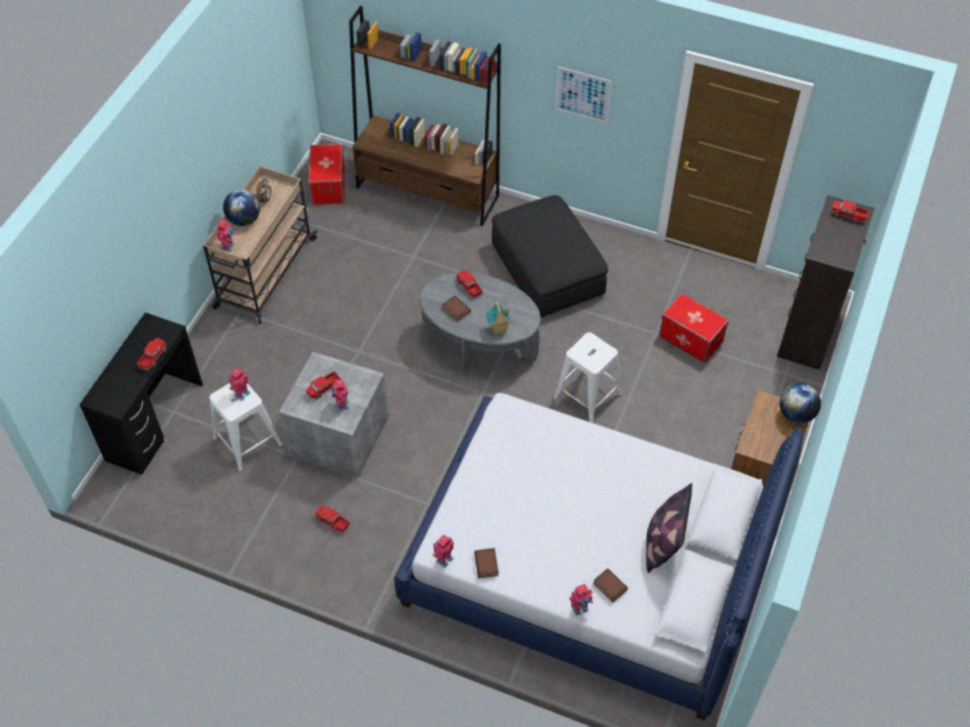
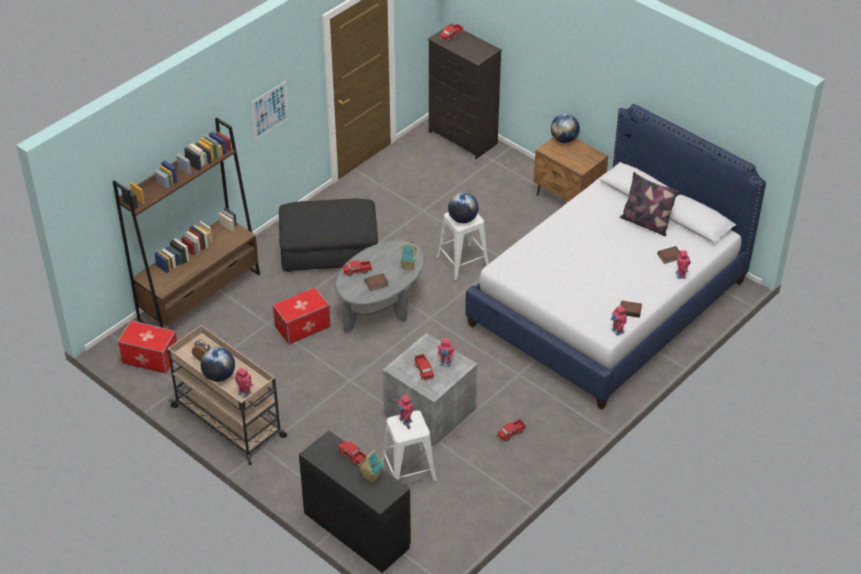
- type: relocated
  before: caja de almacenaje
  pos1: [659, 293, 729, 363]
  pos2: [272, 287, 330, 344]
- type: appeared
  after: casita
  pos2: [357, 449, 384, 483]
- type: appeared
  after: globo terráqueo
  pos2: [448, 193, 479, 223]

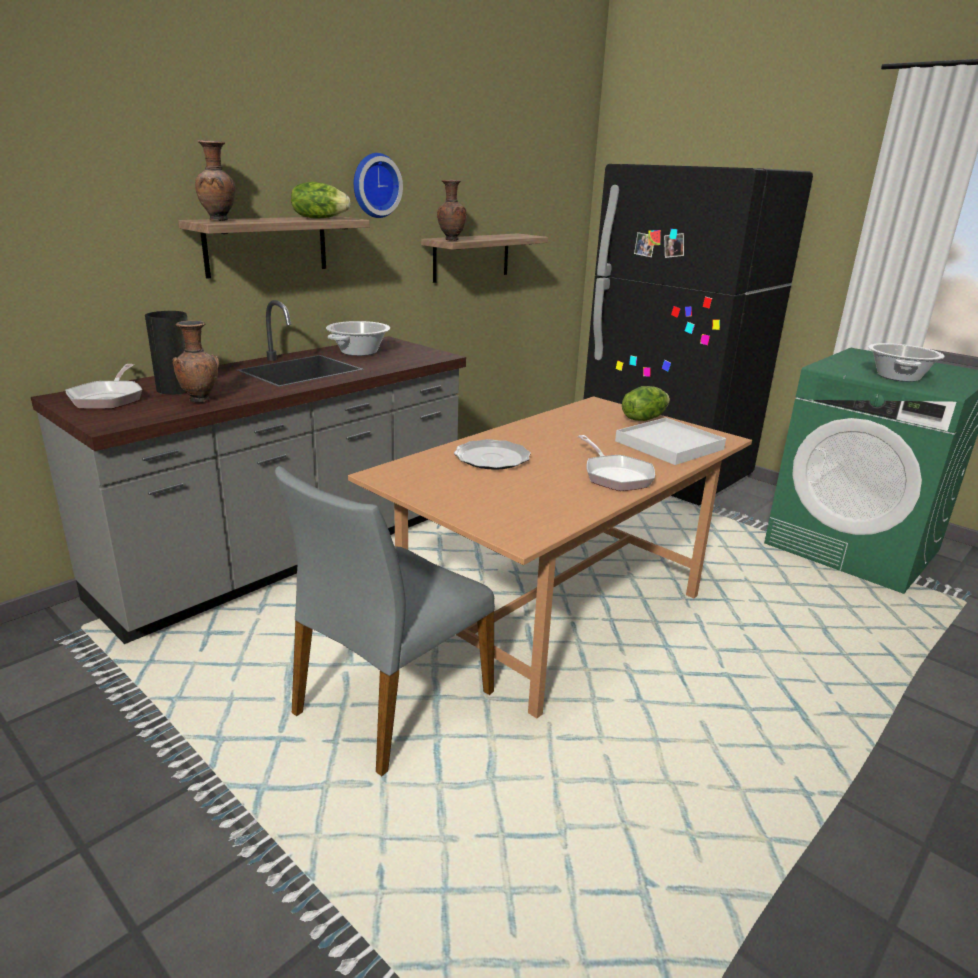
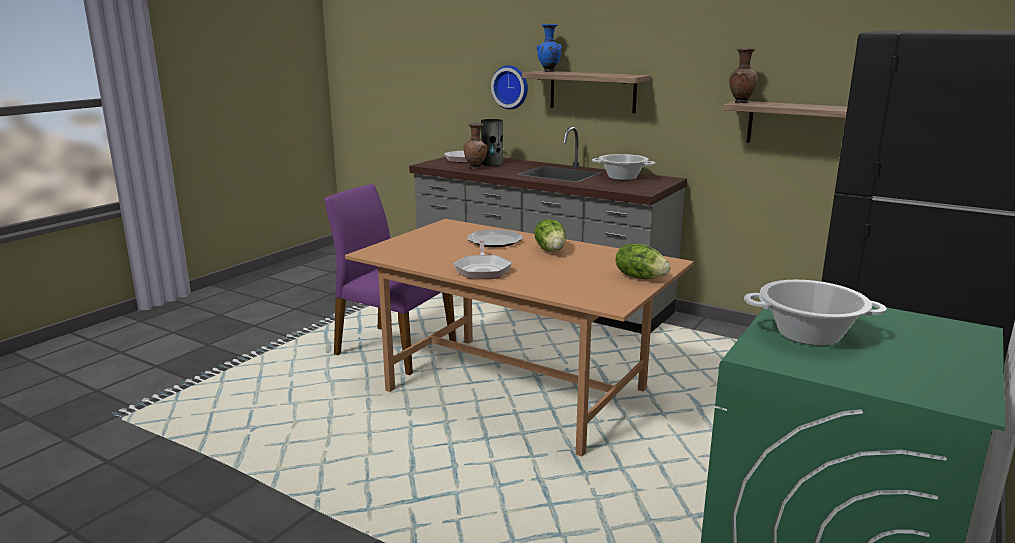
- type: colour
  before: florero (marrón)
  after: florero (azul)
  pos1: [195, 140, 236, 221]
  pos2: [537, 24, 562, 72]
- type: colour
  before: silla (gris)
  after: silla (morado)
  pos1: [275, 466, 495, 776]
  pos2: [325, 184, 456, 375]
- type: relocated
  before: lechuga
  pos1: [291, 182, 351, 219]
  pos2: [535, 219, 566, 251]
- type: relocated
  before: reloj de pared
  pos1: [354, 153, 403, 218]
  pos2: [491, 65, 528, 110]
- type: spun
  before: sartén
  pos1: [578, 435, 655, 491]
  pos2: [453, 240, 512, 279]
  turn: -60
- type: missing
  before: bandeja (blanco)
  pos1: [615, 417, 726, 465]

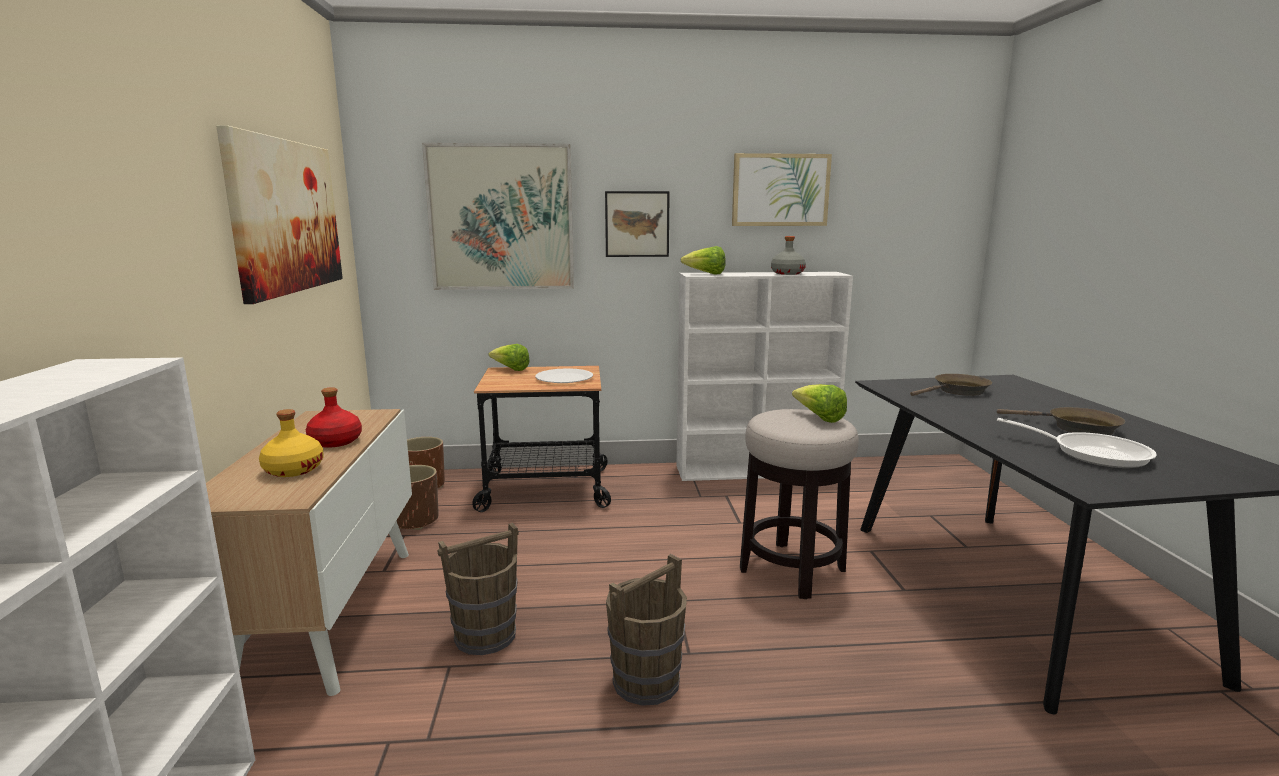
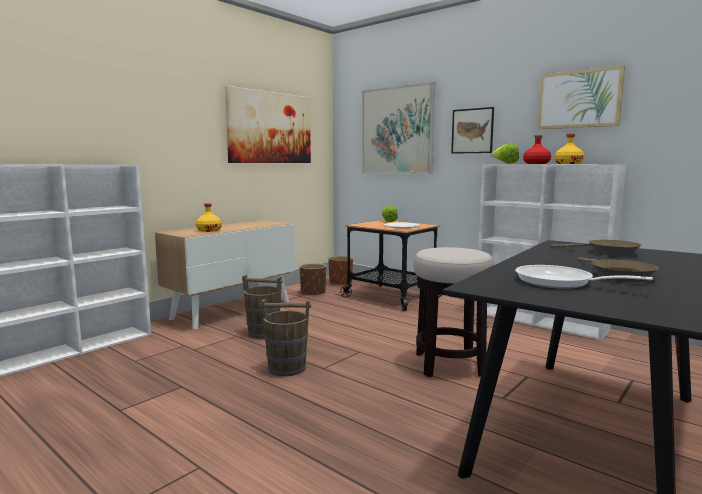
- type: relocated
  before: botella (rojo)
  pos1: [306, 387, 362, 448]
  pos2: [523, 135, 551, 164]
- type: colour
  before: botella (gris)
  after: botella (amarillo)
  pos1: [771, 236, 806, 275]
  pos2: [554, 134, 584, 164]
- type: missing
  before: lechuga
  pos1: [792, 384, 847, 423]
- type: spun
  before: sartén
  pos1: [997, 418, 1157, 468]
  pos2: [515, 265, 653, 289]
  turn: 135

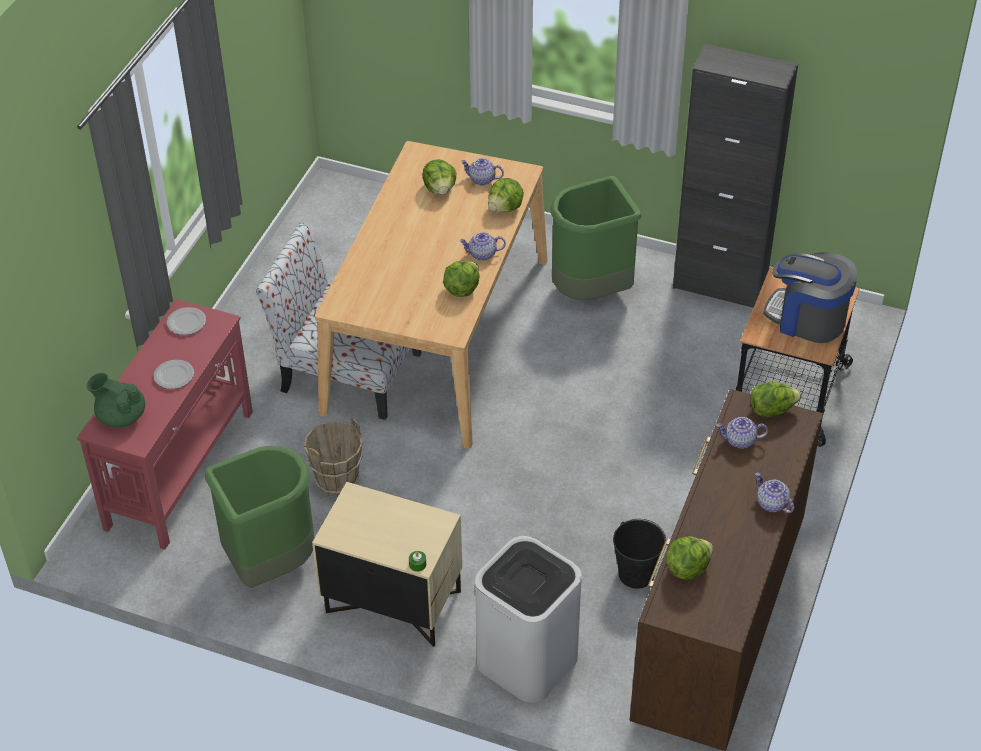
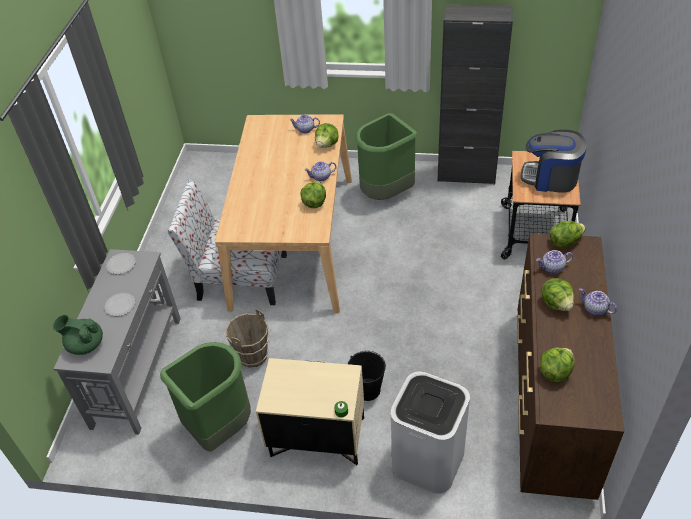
- type: colour
  before: mesa consola (rojo)
  after: mesa consola (gris)
  pos1: [77, 299, 253, 550]
  pos2: [54, 249, 181, 434]
- type: relocated
  before: lechuga
  pos1: [423, 159, 456, 195]
  pos2: [542, 278, 574, 311]
- type: relocated
  before: cubo (negro)
  pos1: [613, 519, 666, 589]
  pos2: [348, 351, 386, 401]

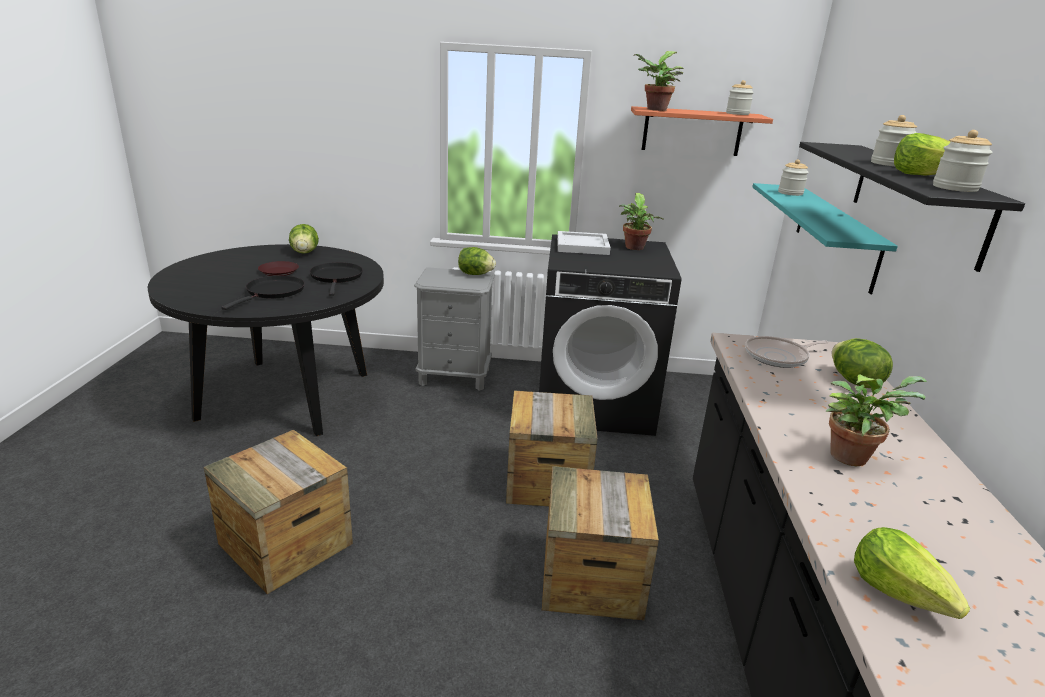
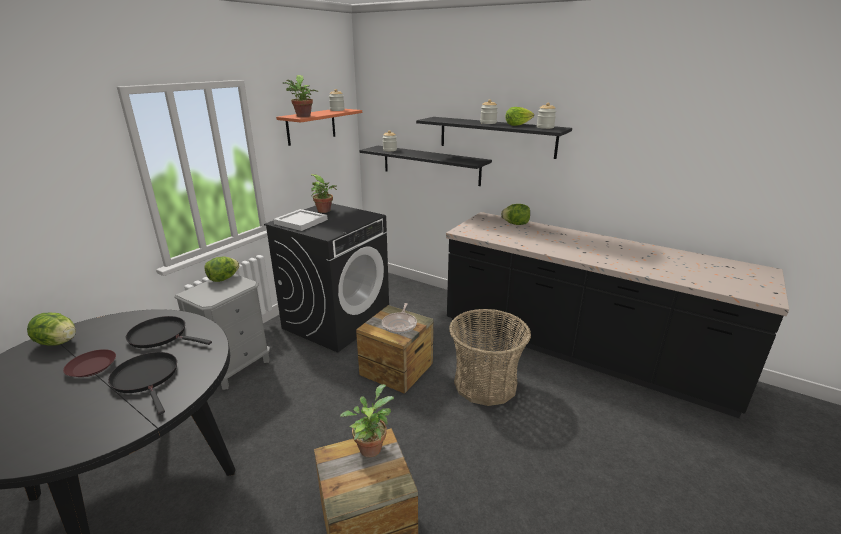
- type: exchanged
  before: caja de embalaje
  after: cesta
  pos1: [542, 466, 659, 620]
  pos2: [449, 309, 531, 406]
- type: relocated
  before: sartén
  pos1: [745, 336, 828, 368]
  pos2: [382, 303, 417, 334]
- type: colour
  before: estante (turquesa)
  after: estante (negro)
  pos1: [752, 183, 898, 294]
  pos2: [359, 146, 492, 186]
- type: relocated
  before: planta en maceta
  pos1: [826, 374, 928, 466]
  pos2: [340, 384, 394, 457]
- type: missing
  before: lechuga
  pos1: [854, 527, 970, 619]

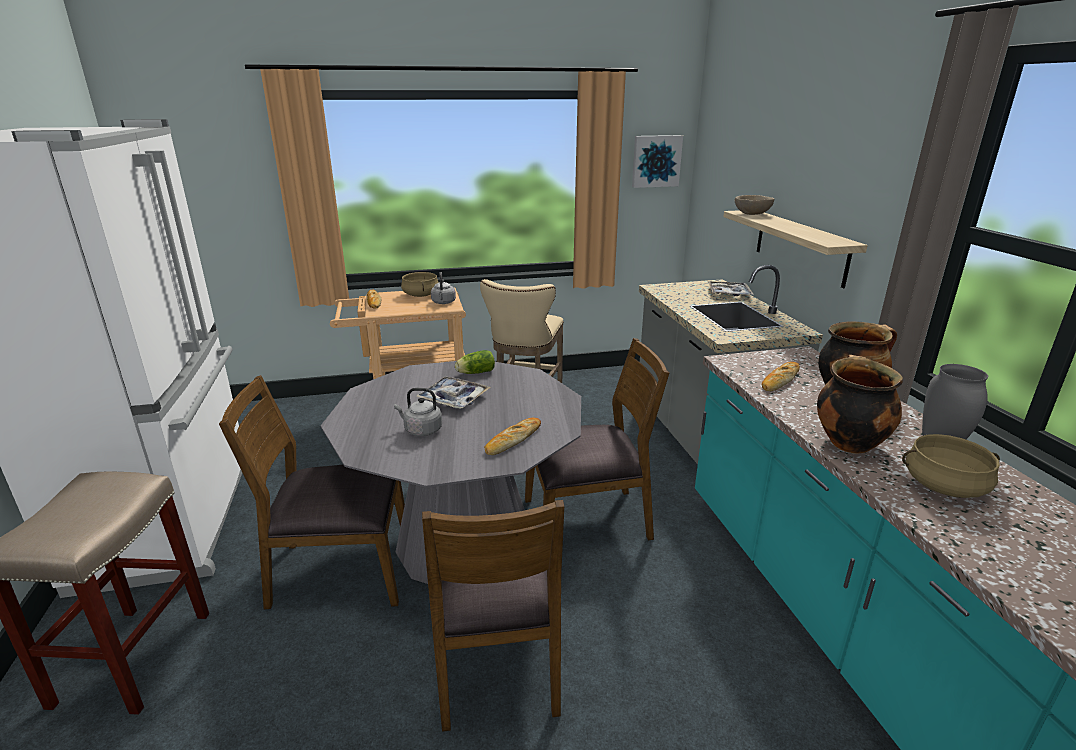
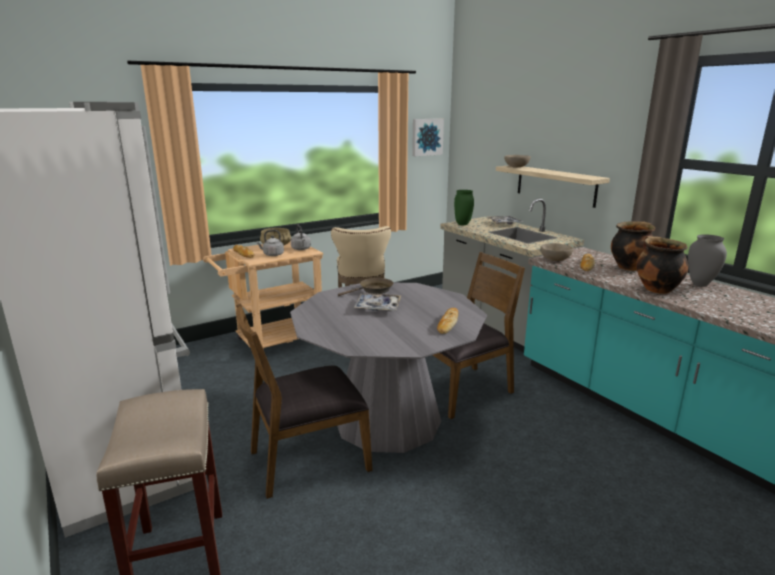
- type: relocated
  before: hervidor (gris)
  pos1: [394, 388, 442, 436]
  pos2: [256, 230, 284, 256]
- type: missing
  before: silla (marrón)
  pos1: [422, 500, 564, 732]
- type: exchanged
  before: lechuga
  after: sartén (marrón)
  pos1: [455, 350, 495, 374]
  pos2: [338, 278, 393, 296]
- type: missing
  before: olla (beis)
  pos1: [902, 434, 1000, 498]
- type: appeared
  after: florero (verde)
  pos2: [454, 190, 474, 225]
- type: appeared
  after: cuenco (beis)
  pos2: [540, 243, 573, 261]

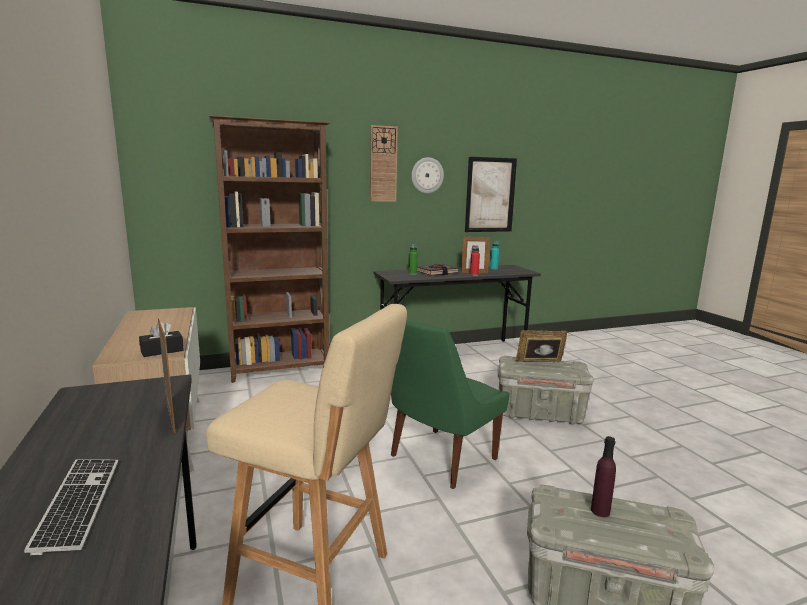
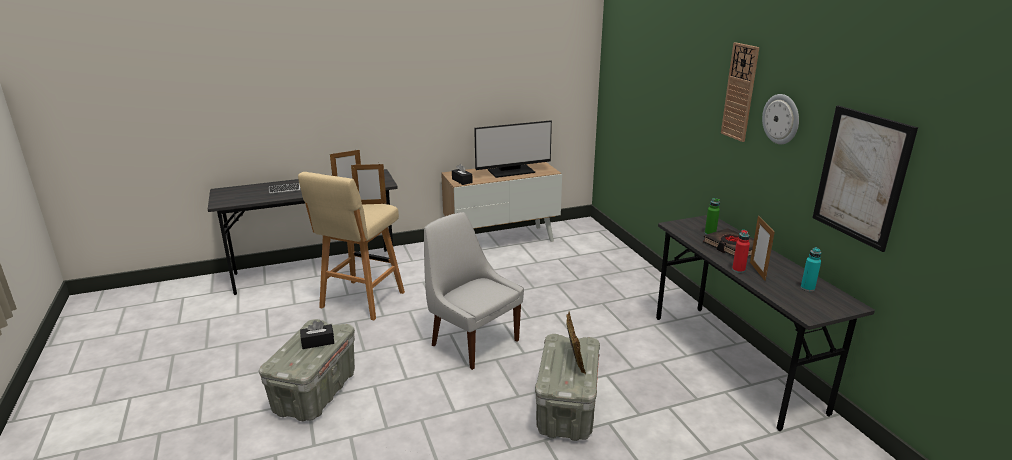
- type: missing
  before: estantería (marrón)
  pos1: [209, 115, 330, 383]
- type: colour
  before: silla (verde)
  after: silla (blanco)
  pos1: [391, 318, 510, 489]
  pos2: [424, 212, 524, 370]
- type: exchanged
  before: botella (morado)
  after: caja de pañuelos (negro)
  pos1: [591, 436, 616, 517]
  pos2: [300, 320, 334, 349]
- type: appeared
  after: portarretratos
  pos2: [351, 163, 387, 205]
- type: appeared
  after: monitor
  pos2: [474, 120, 552, 178]

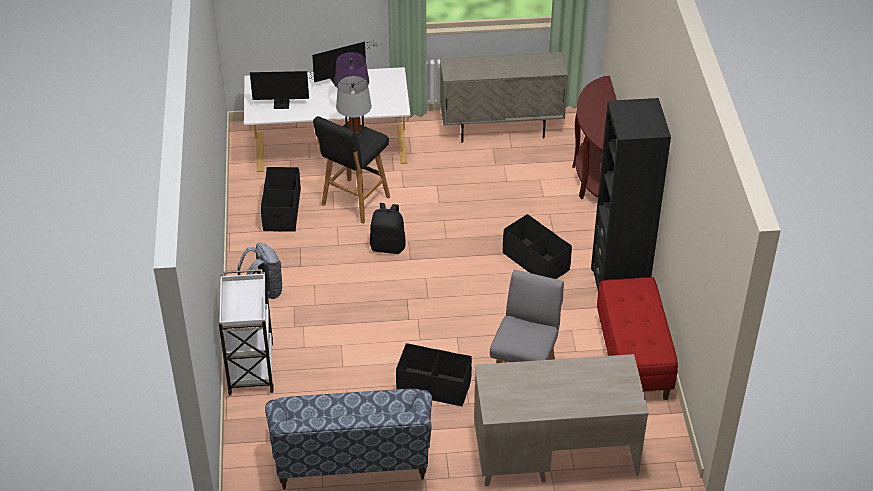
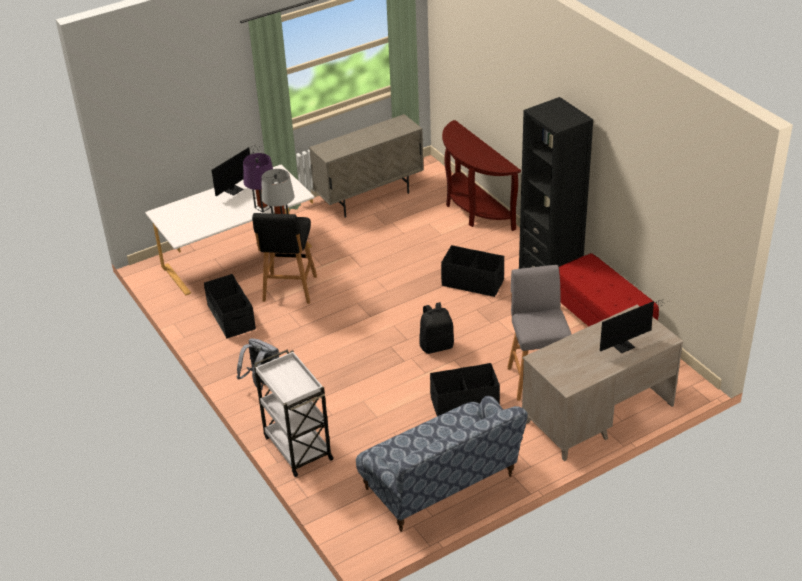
- type: relocated
  before: monitor
  pos1: [250, 71, 326, 109]
  pos2: [600, 299, 667, 354]
- type: relocated
  before: mochila (negro)
  pos1: [370, 203, 406, 254]
  pos2: [419, 302, 454, 354]

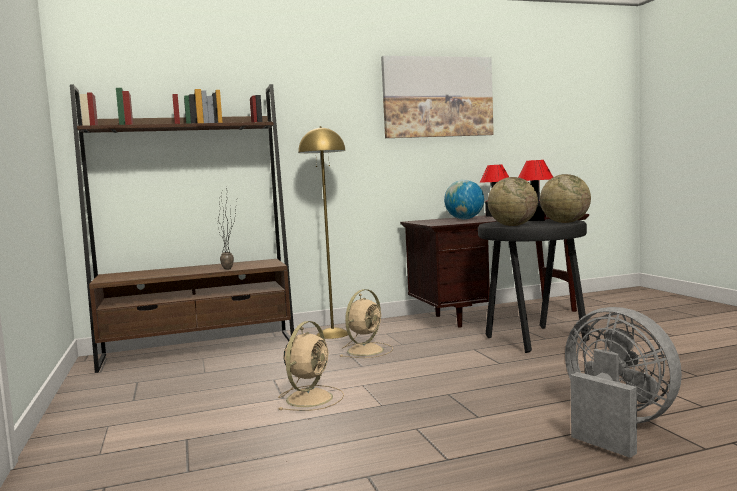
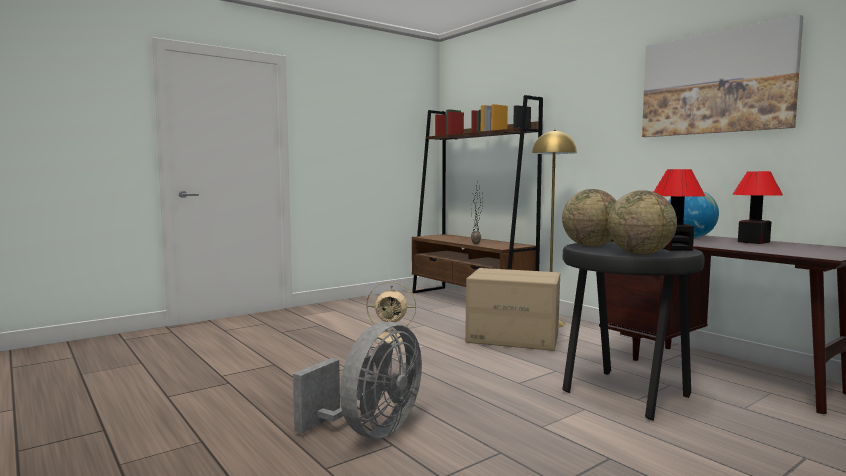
- type: exchanged
  before: ventilador (beis)
  after: caja de cartón
  pos1: [340, 289, 393, 358]
  pos2: [465, 268, 560, 351]

